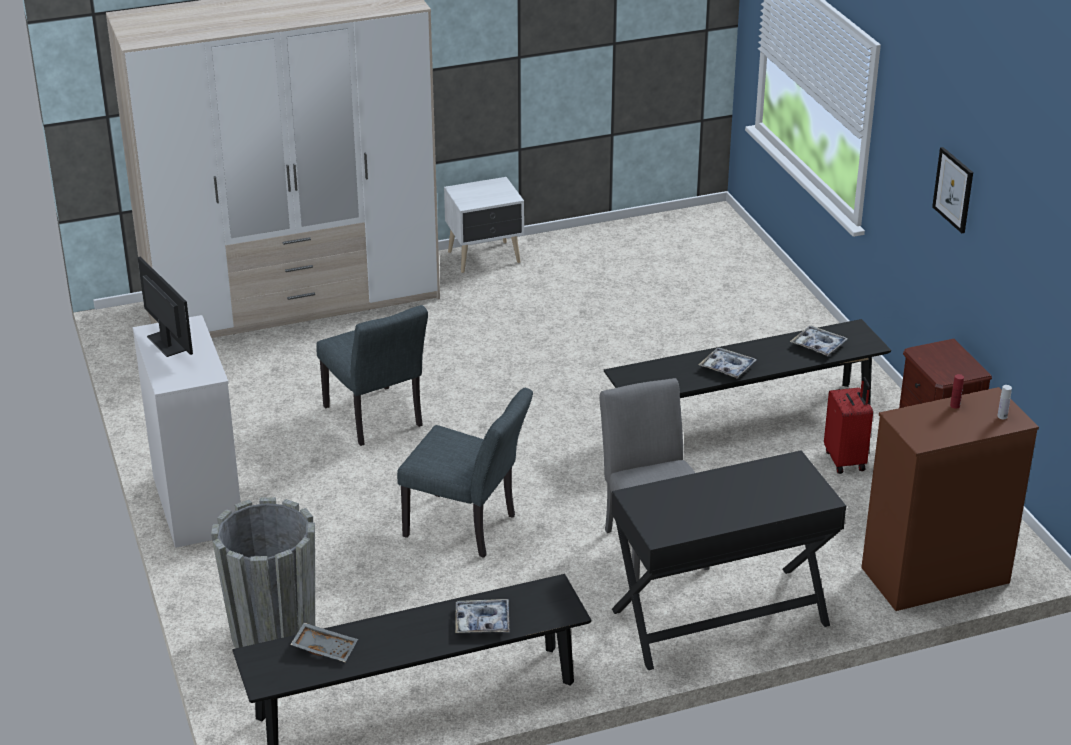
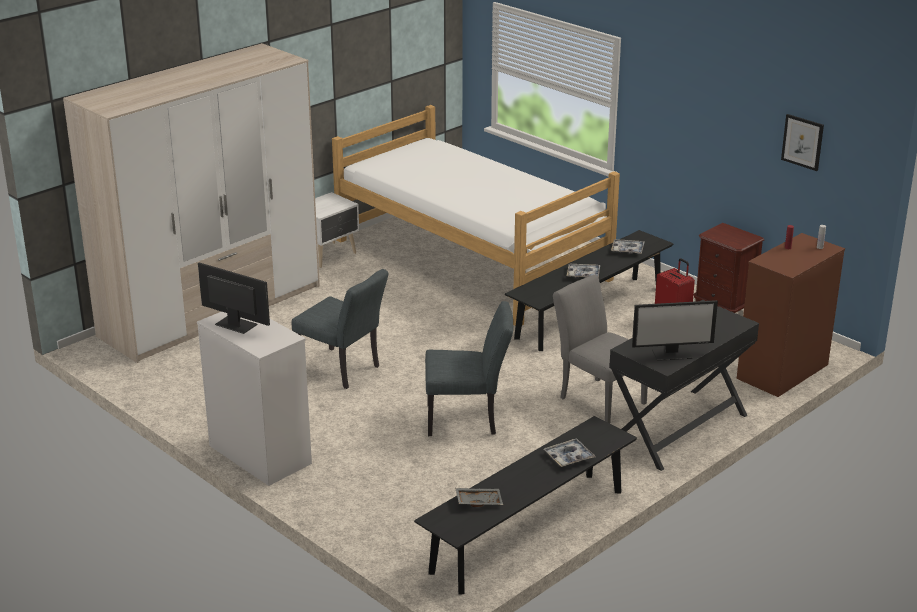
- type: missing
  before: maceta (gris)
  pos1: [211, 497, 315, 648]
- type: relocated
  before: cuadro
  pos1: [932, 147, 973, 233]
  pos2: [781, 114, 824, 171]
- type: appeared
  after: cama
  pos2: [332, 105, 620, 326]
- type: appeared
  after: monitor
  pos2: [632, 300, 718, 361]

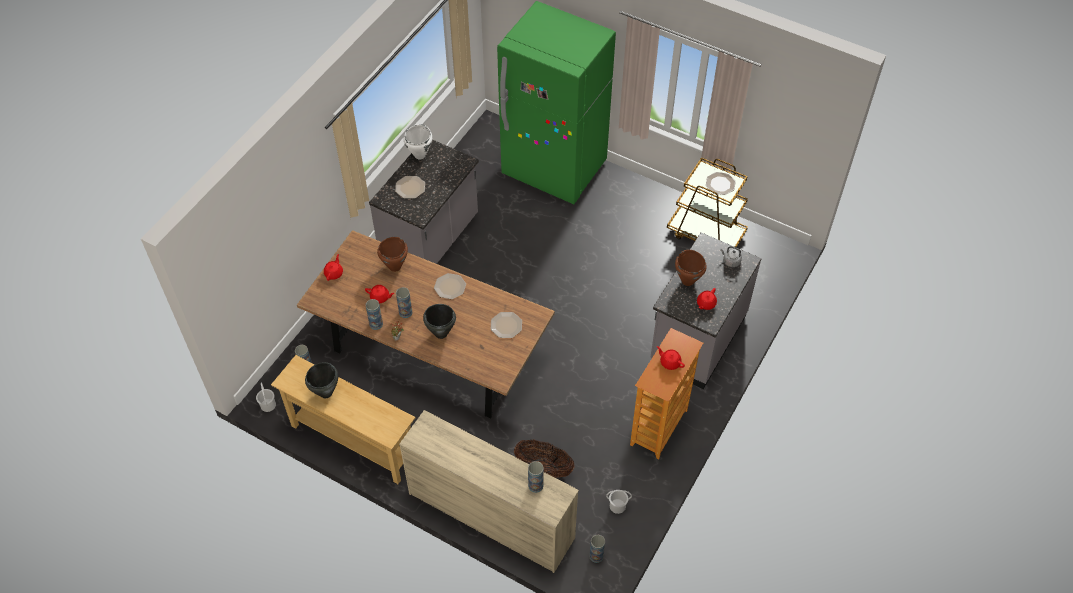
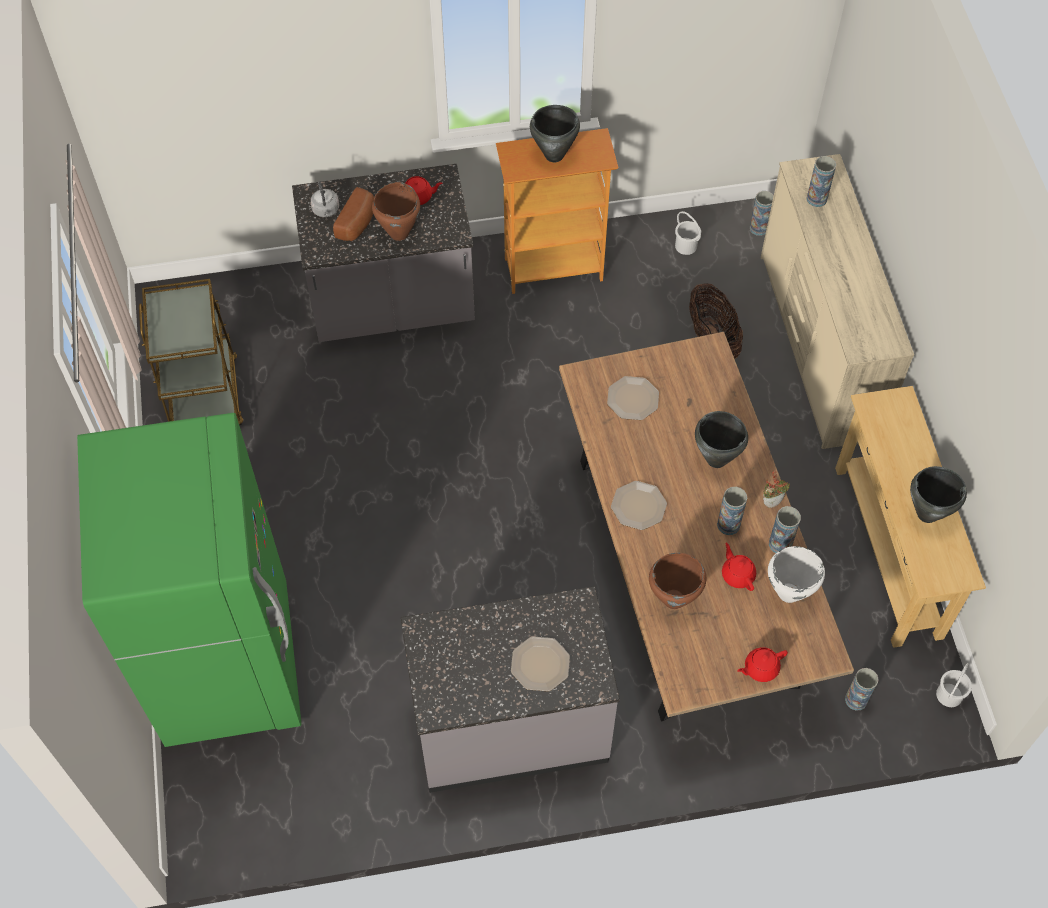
- type: relocated
  before: olla (blanco)
  pos1: [404, 125, 432, 159]
  pos2: [768, 546, 825, 603]
- type: exchanged
  before: tetera (rojo)
  after: olla (negro)
  pos1: [657, 346, 685, 370]
  pos2: [530, 105, 580, 162]
- type: missing
  before: plato
  pos1: [706, 172, 736, 195]
- type: appeared
  after: pan
  pos2: [333, 187, 374, 241]

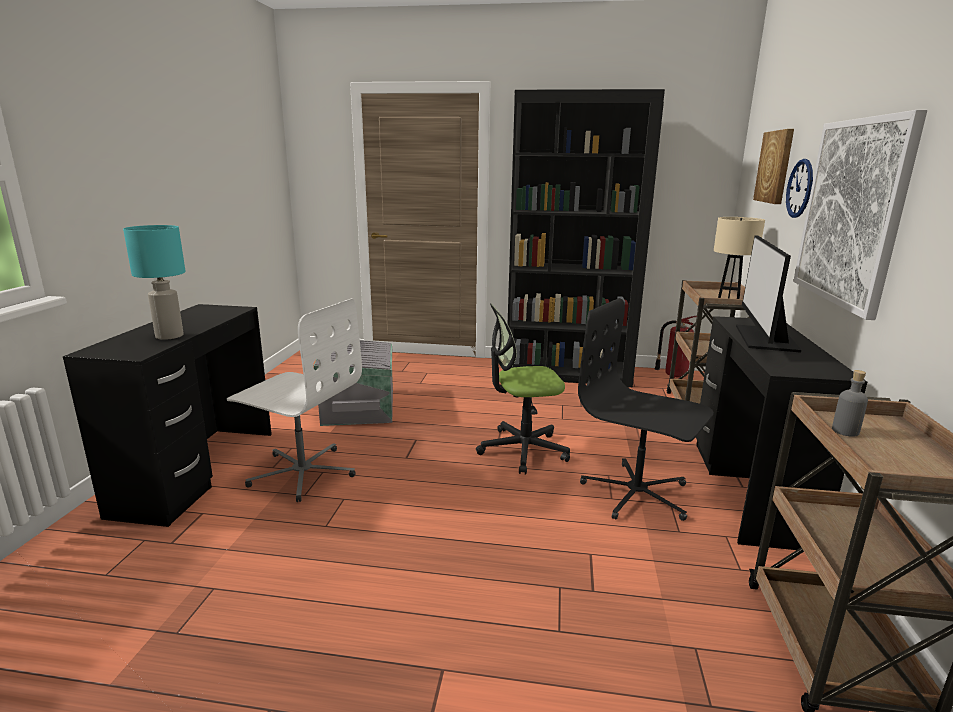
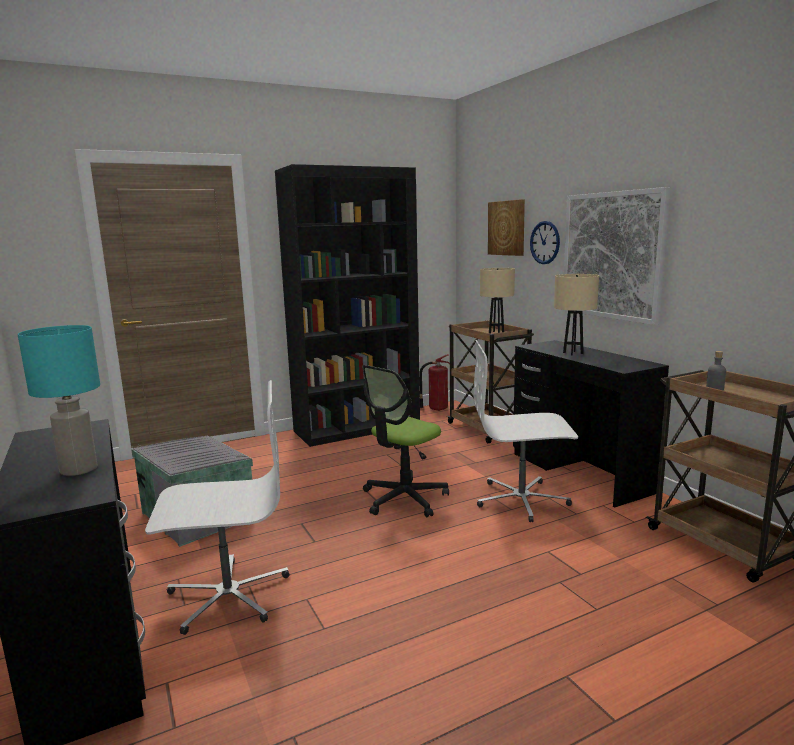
- type: colour
  before: silla de oficina (negro)
  after: silla de oficina (blanco)
  pos1: [578, 298, 714, 521]
  pos2: [473, 340, 578, 522]
- type: exchanged
  before: monitor
  after: lámpara de mesa (beis)
  pos1: [736, 236, 801, 353]
  pos2: [554, 274, 599, 355]

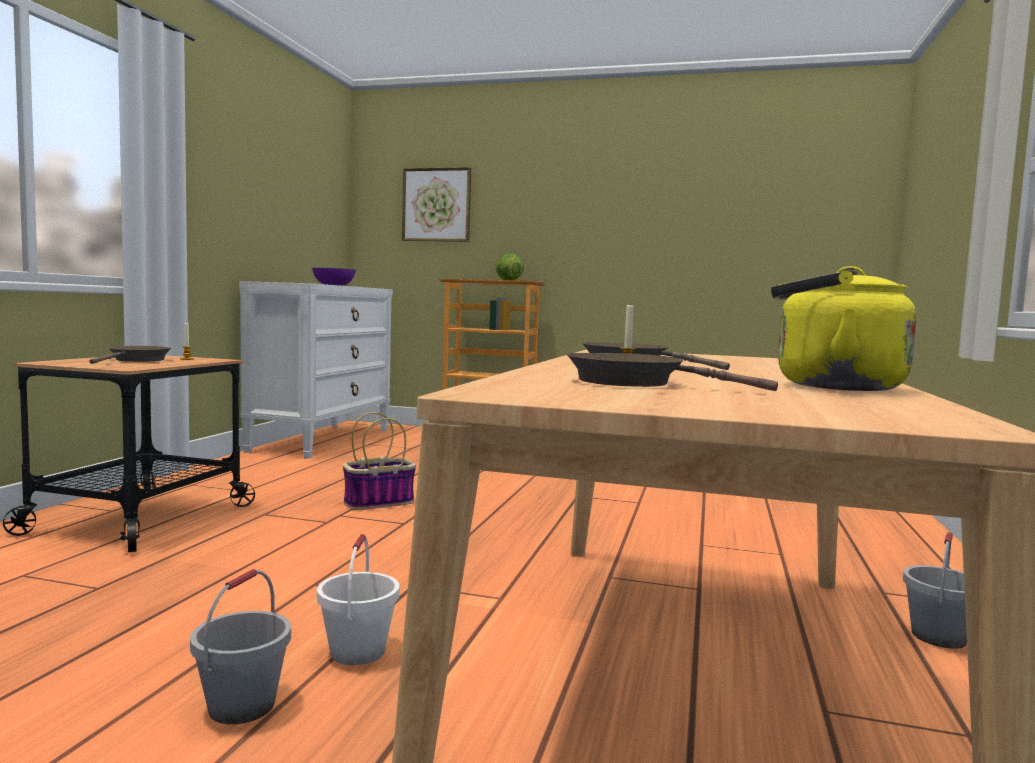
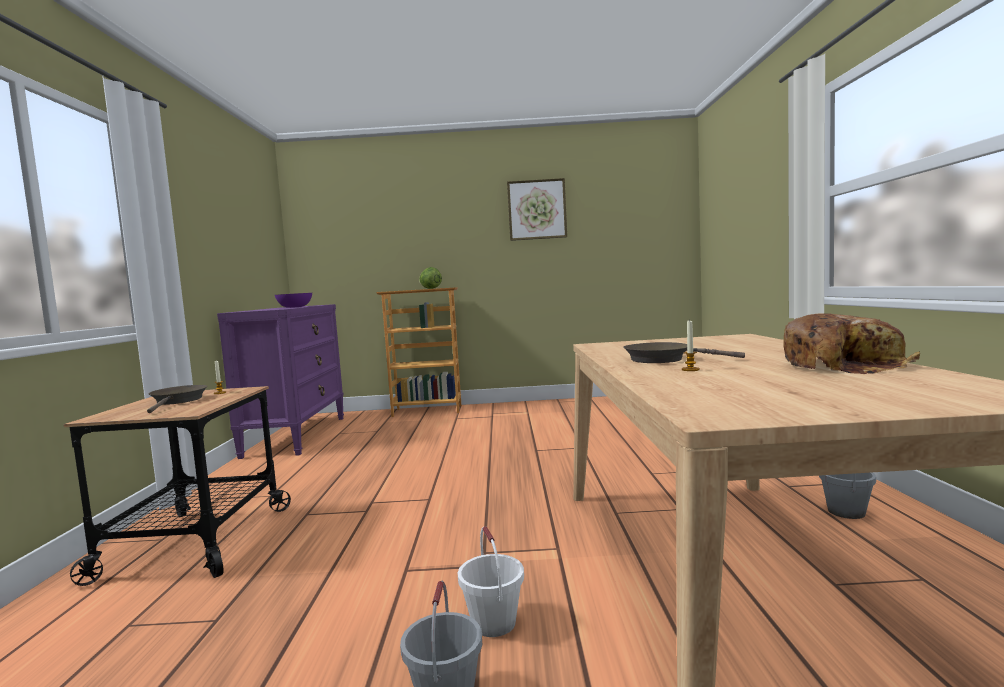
- type: colour
  before: cómoda (blanco)
  after: cómoda (morado)
  pos1: [239, 281, 393, 459]
  pos2: [217, 304, 344, 459]
- type: missing
  before: cesta
  pos1: [343, 412, 416, 510]
- type: relocated
  before: cuadro
  pos1: [402, 167, 471, 242]
  pos2: [507, 178, 567, 241]
- type: missing
  before: sartén (marrón)
  pos1: [566, 353, 778, 391]
- type: exchanged
  before: hervidor (amarillo)
  after: pan
  pos1: [771, 266, 916, 391]
  pos2: [784, 313, 920, 374]

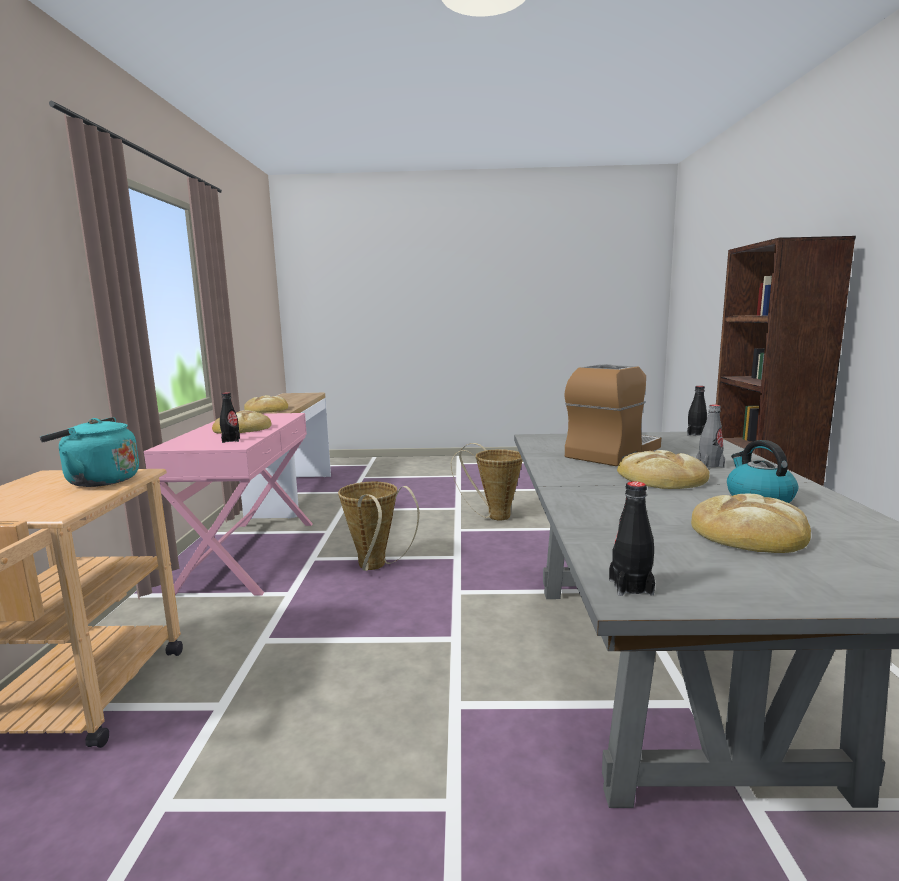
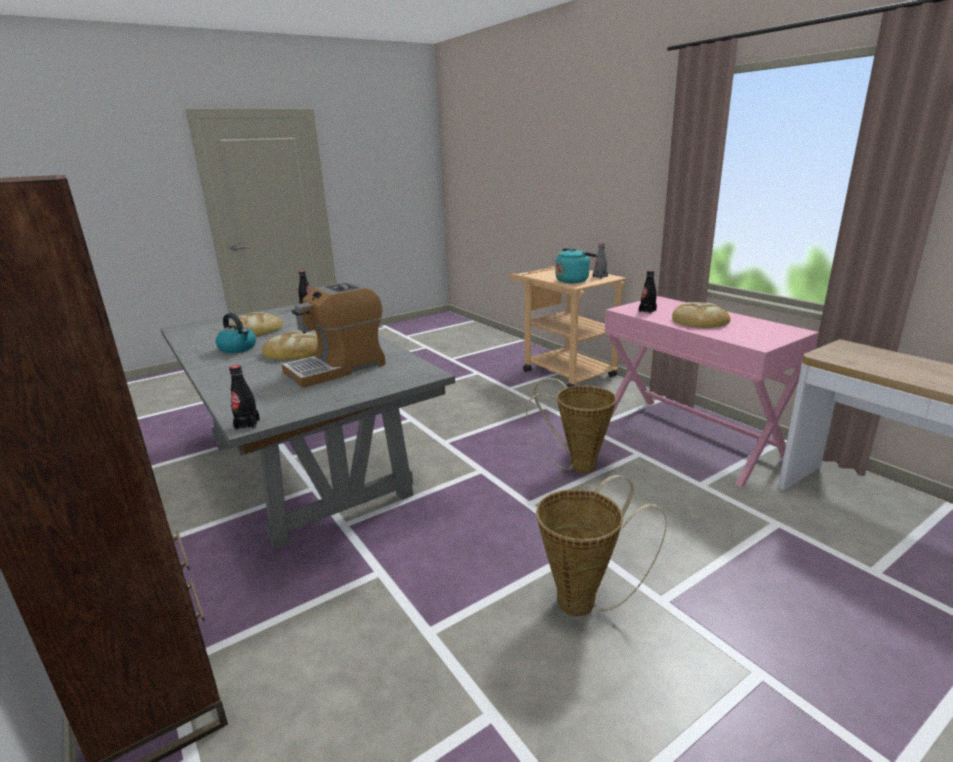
- type: missing
  before: pan
  pos1: [244, 395, 288, 413]
- type: spun
  before: cafetera
  pos1: [565, 364, 661, 466]
  pos2: [282, 282, 386, 388]
  turn: 45
- type: relocated
  before: botella (gris)
  pos1: [696, 405, 725, 468]
  pos2: [593, 243, 608, 279]

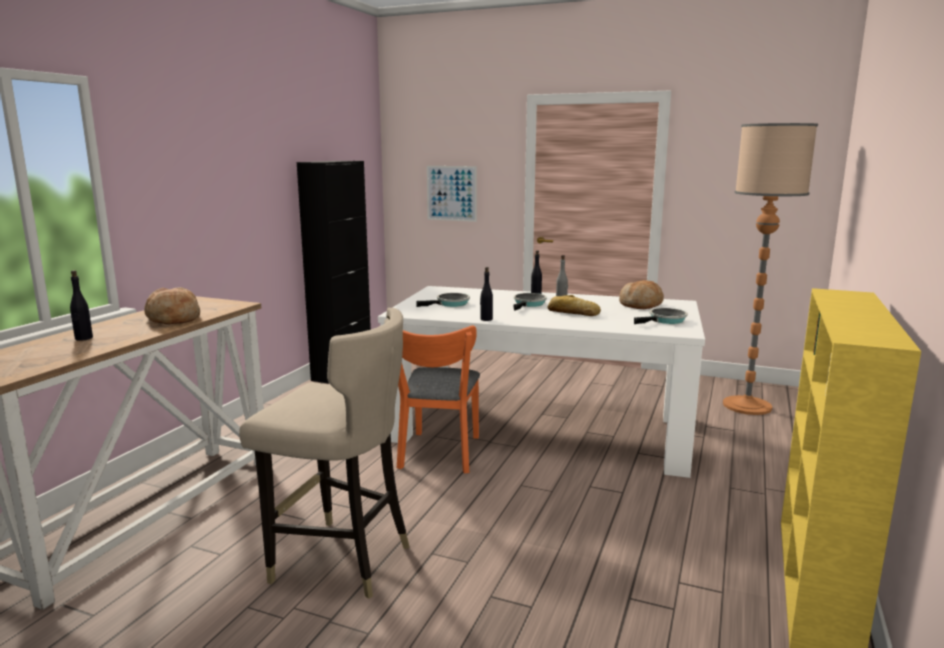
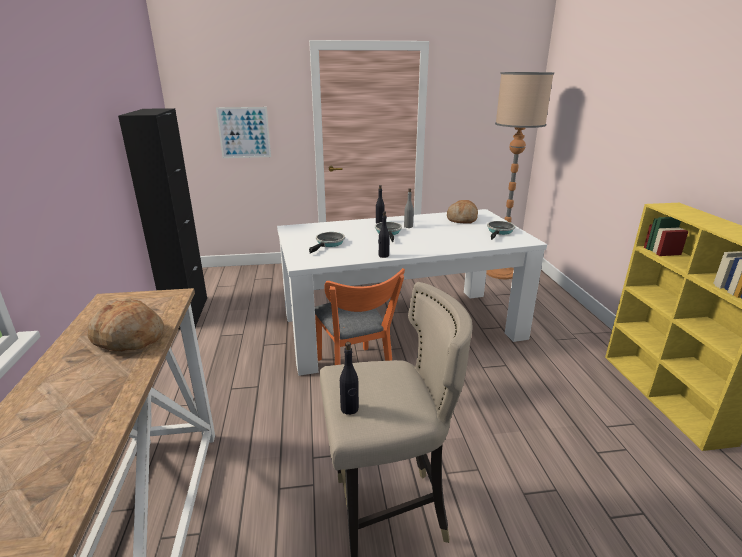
- type: relocated
  before: botella (negro)
  pos1: [70, 270, 93, 341]
  pos2: [340, 342, 359, 415]
- type: missing
  before: pan
  pos1: [548, 295, 601, 316]

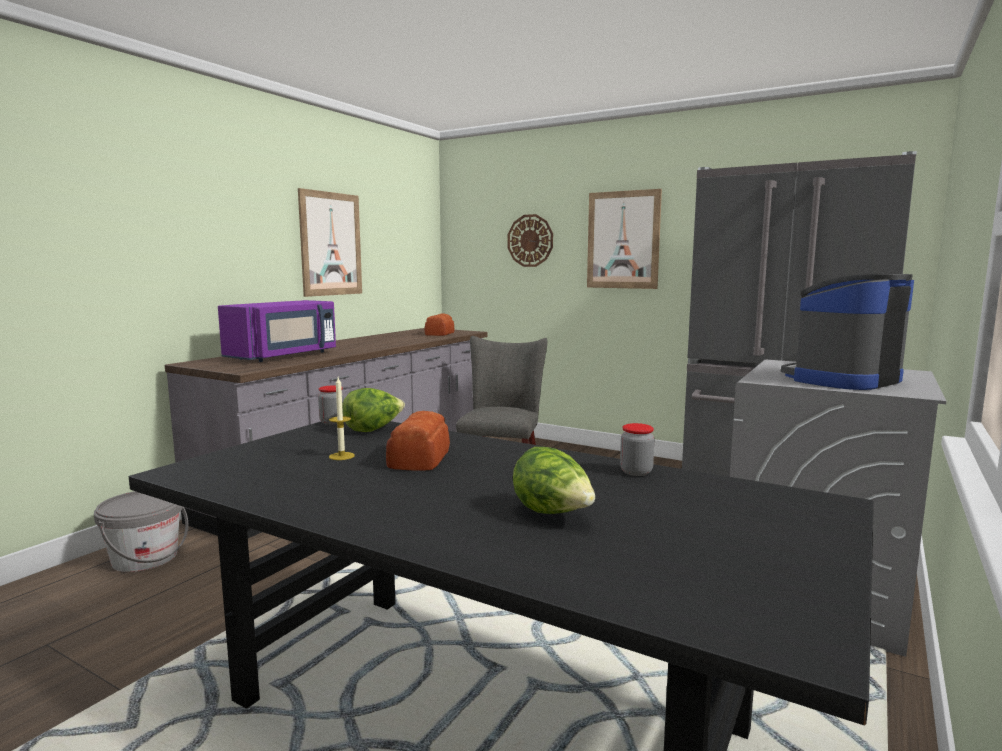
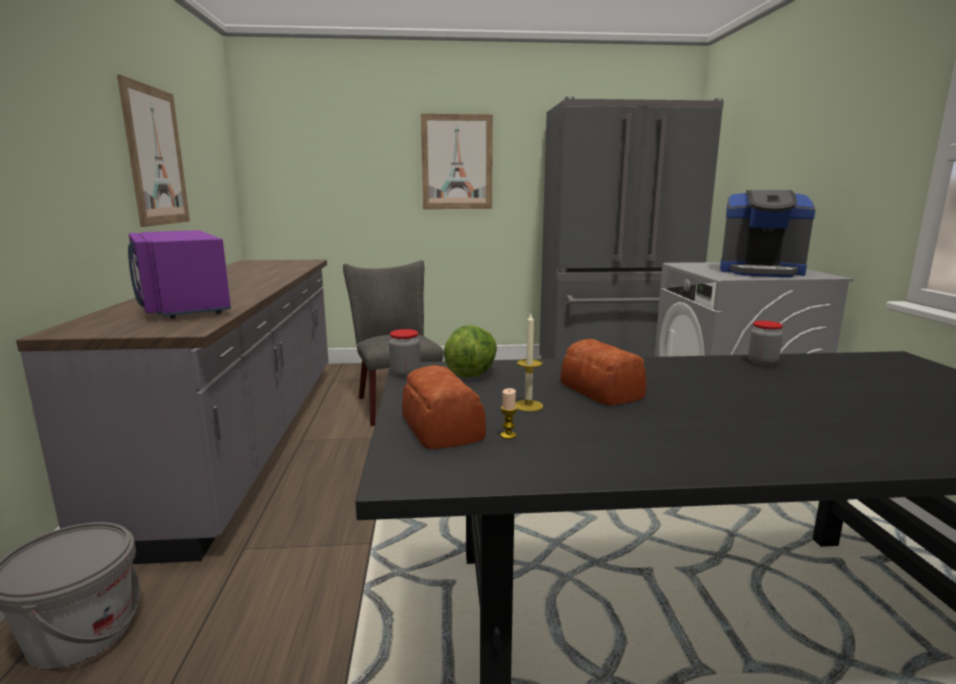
- type: spun
  before: microondas (morado)
  pos1: [218, 300, 336, 362]
  pos2: [128, 230, 231, 319]
  turn: 150
- type: relocated
  before: pan
  pos1: [424, 314, 454, 336]
  pos2: [402, 365, 486, 449]
- type: missing
  before: reloj de pared
  pos1: [508, 214, 553, 267]
- type: missing
  before: lechuga
  pos1: [513, 447, 595, 514]
- type: spun
  before: cafetera
  pos1: [781, 274, 914, 390]
  pos2: [720, 190, 816, 277]
  turn: -90
- type: appeared
  after: vela
  pos2: [501, 388, 517, 439]

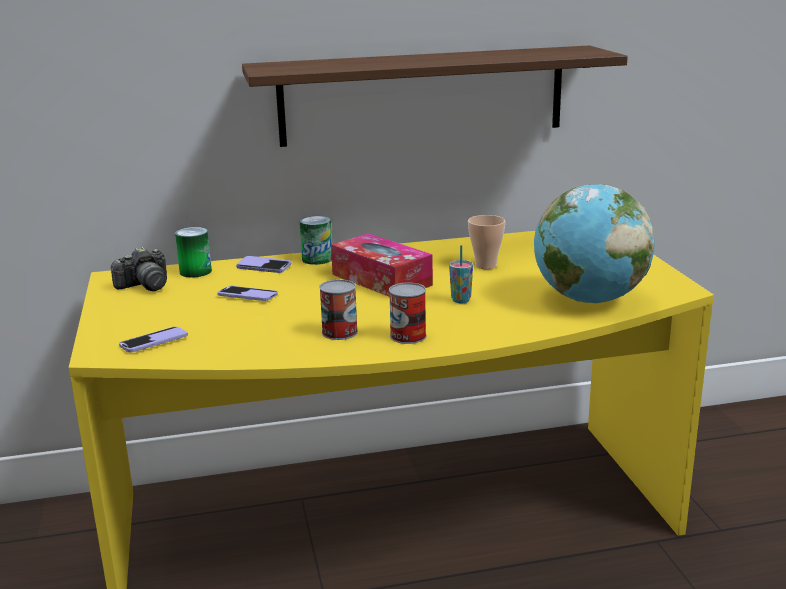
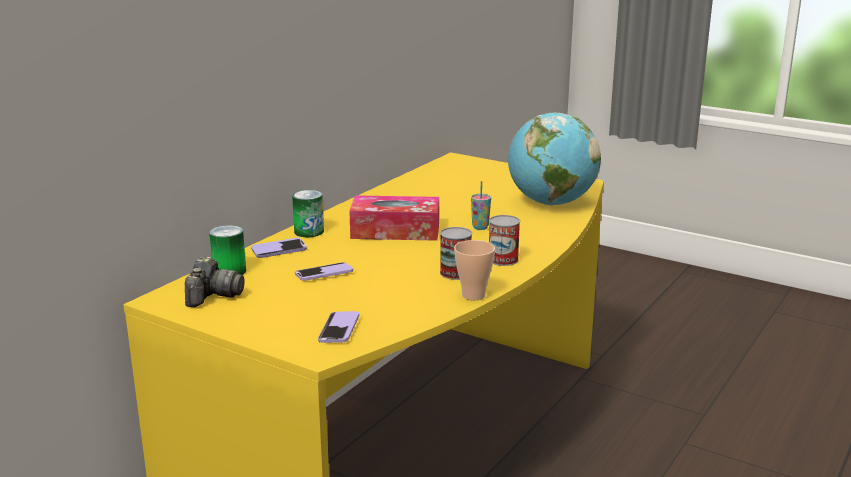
- type: missing
  before: estante
  pos1: [242, 45, 628, 147]
- type: relocated
  before: taza
  pos1: [468, 215, 506, 269]
  pos2: [454, 240, 495, 301]

